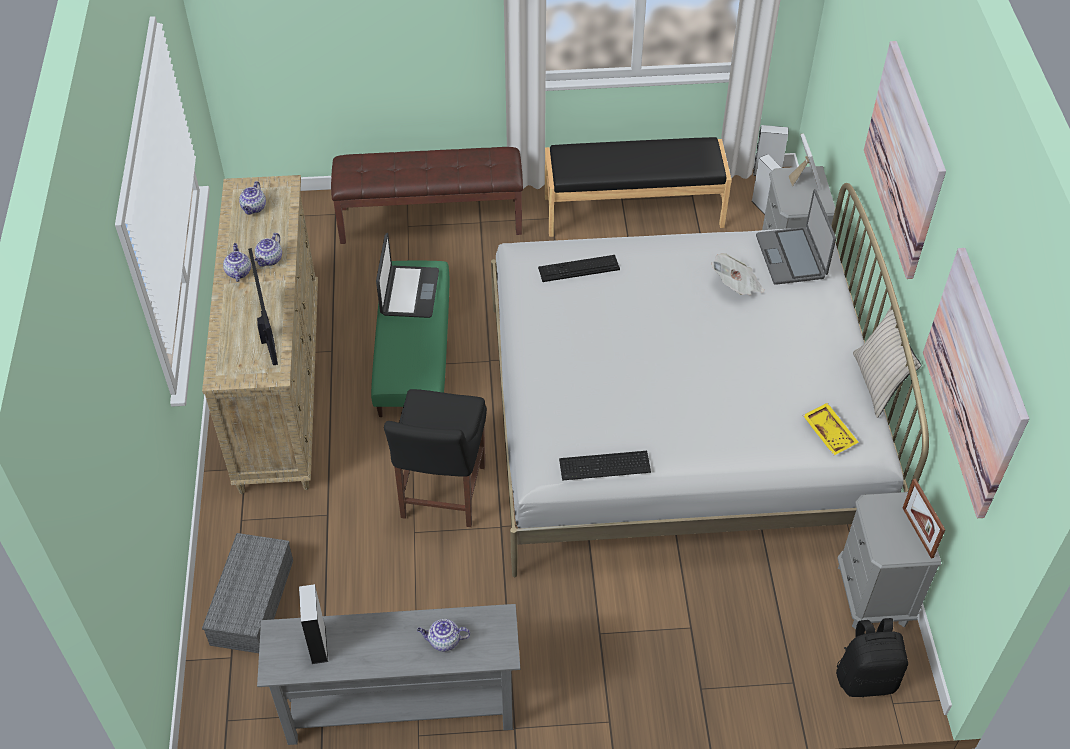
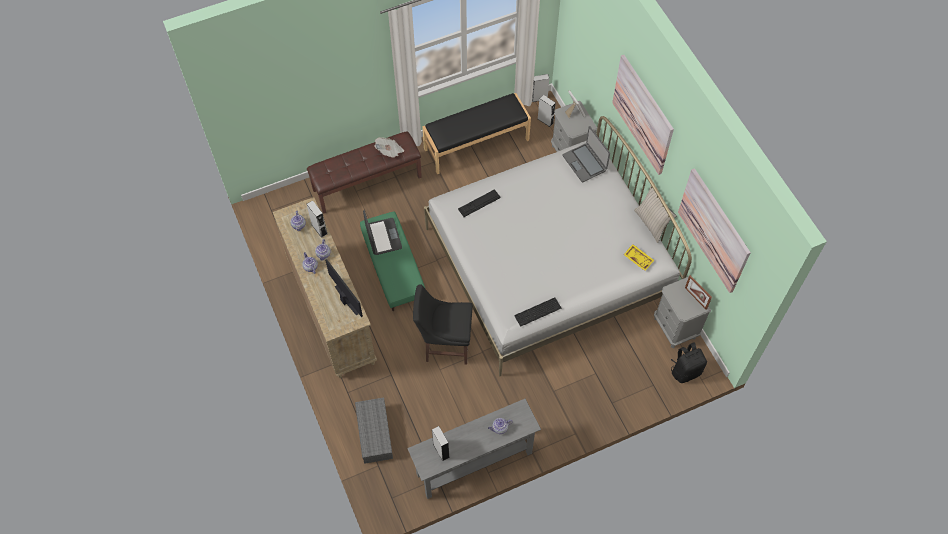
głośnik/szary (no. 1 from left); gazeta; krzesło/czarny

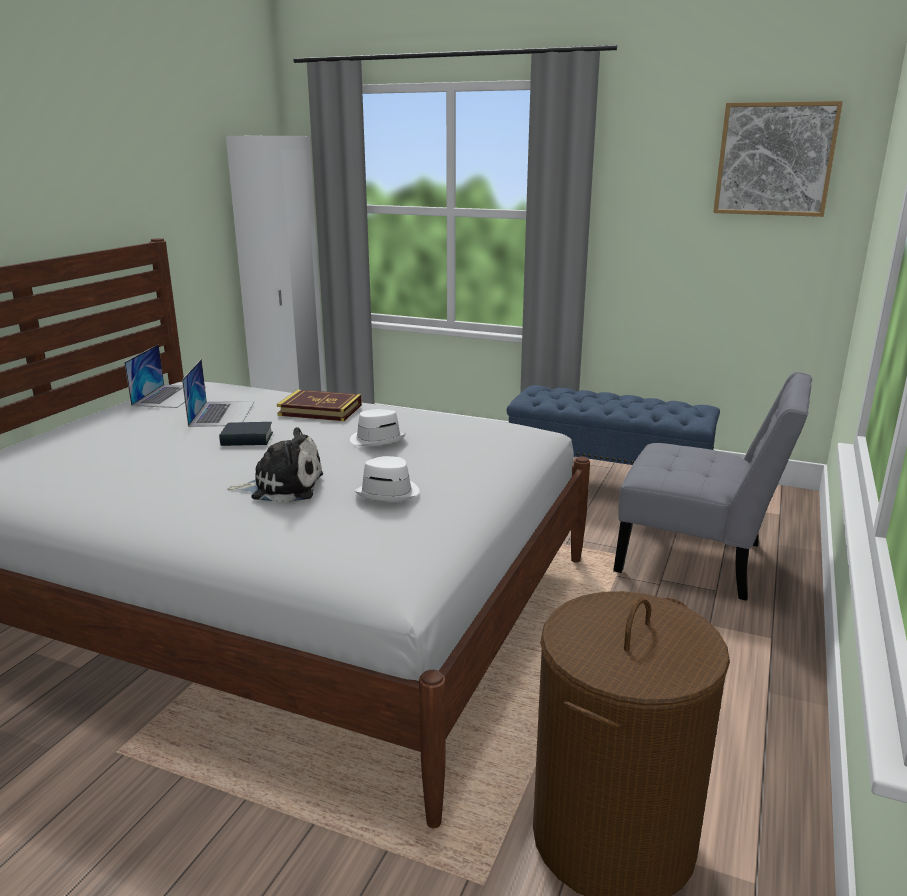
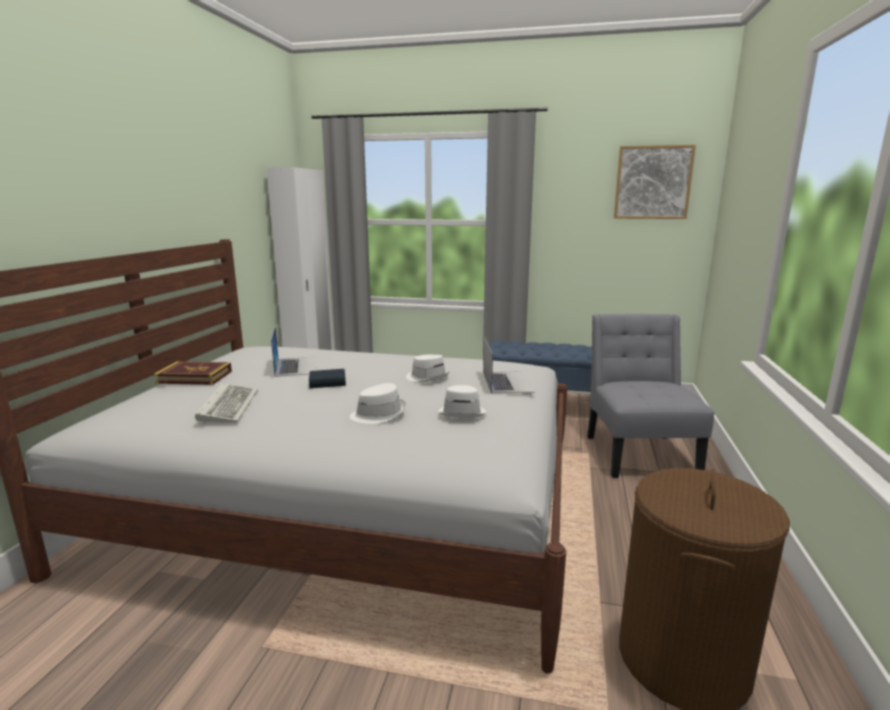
klawiatura; laptop (no. 2 from left); książka (no. 1 from left); kapelusz/biały (no. 1 from left); krzesło/szary

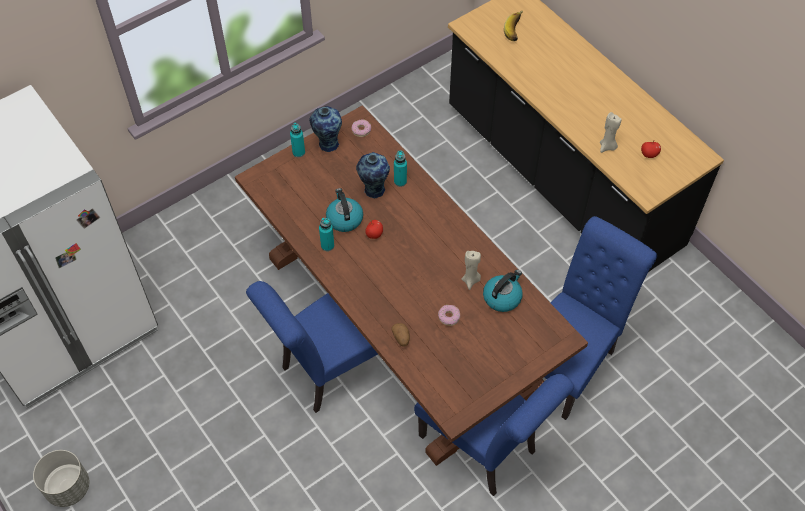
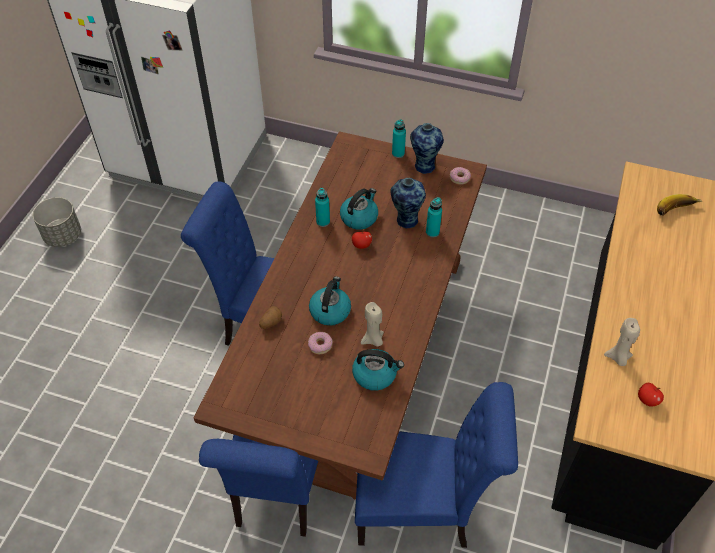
czajnik (no. 1 from left)

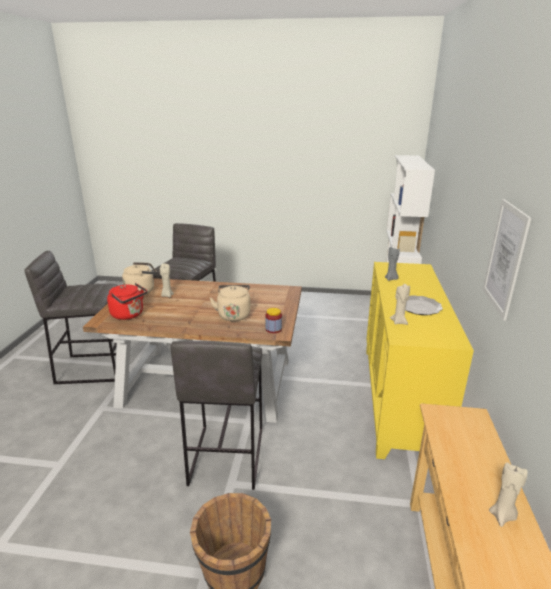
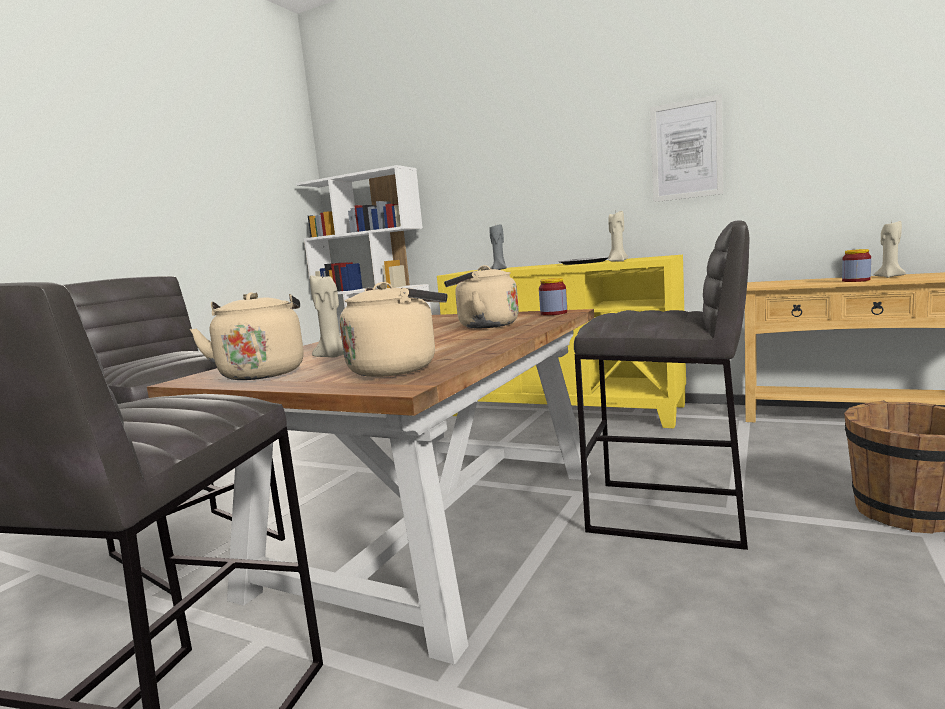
słoik (no. 2 from left); czajnik/beżowy (no. 2 from left)

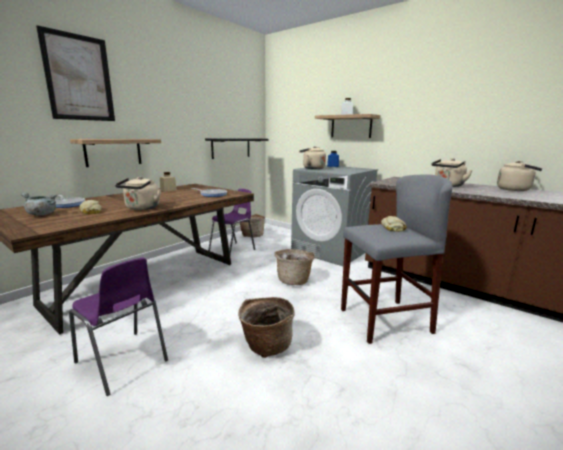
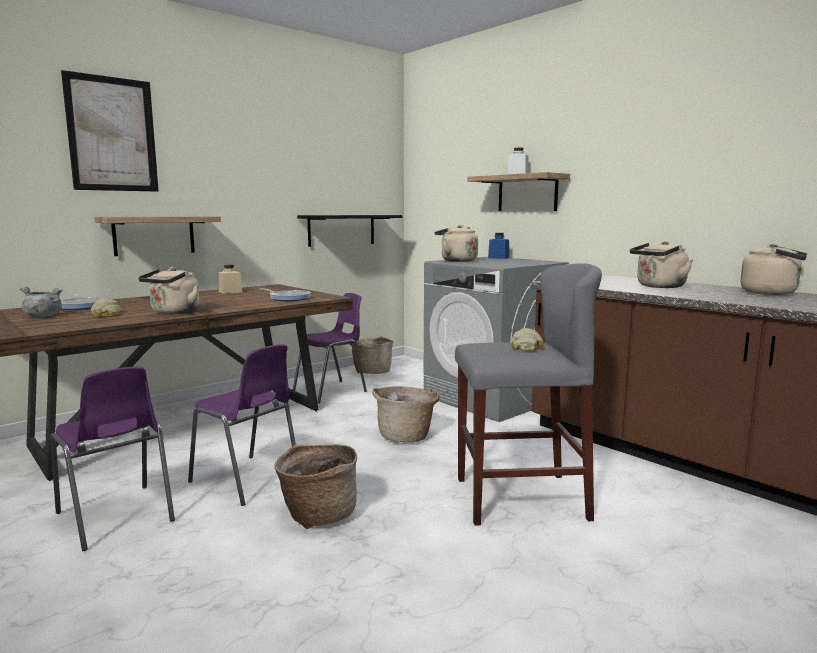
krzesło/fioletowy (no. 2 from left)

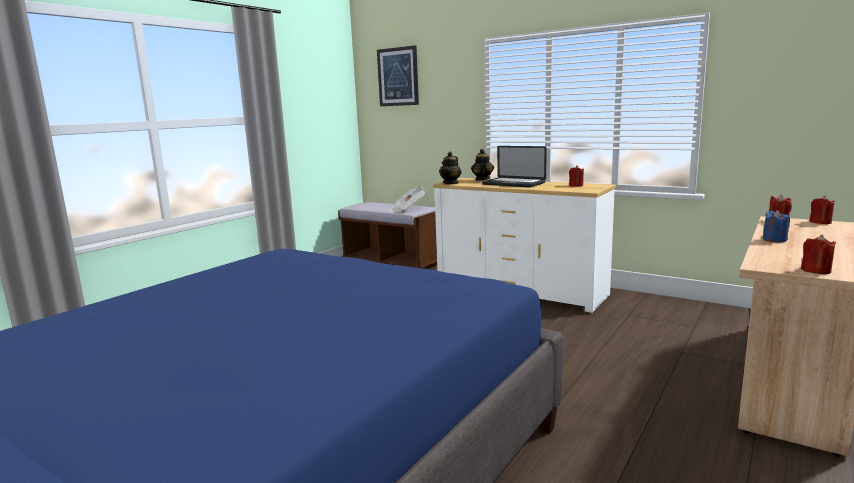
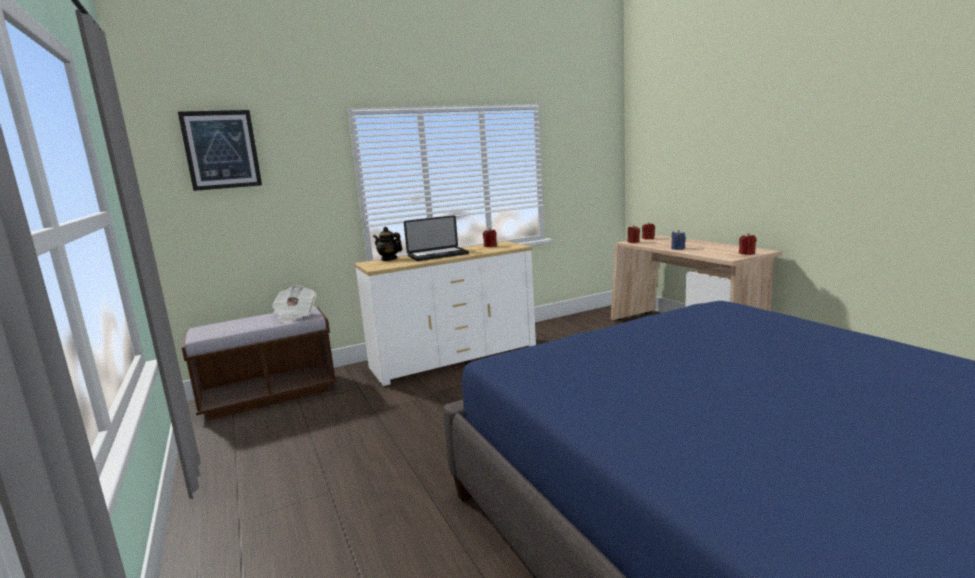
imbryk (no. 1 from left in the first image)

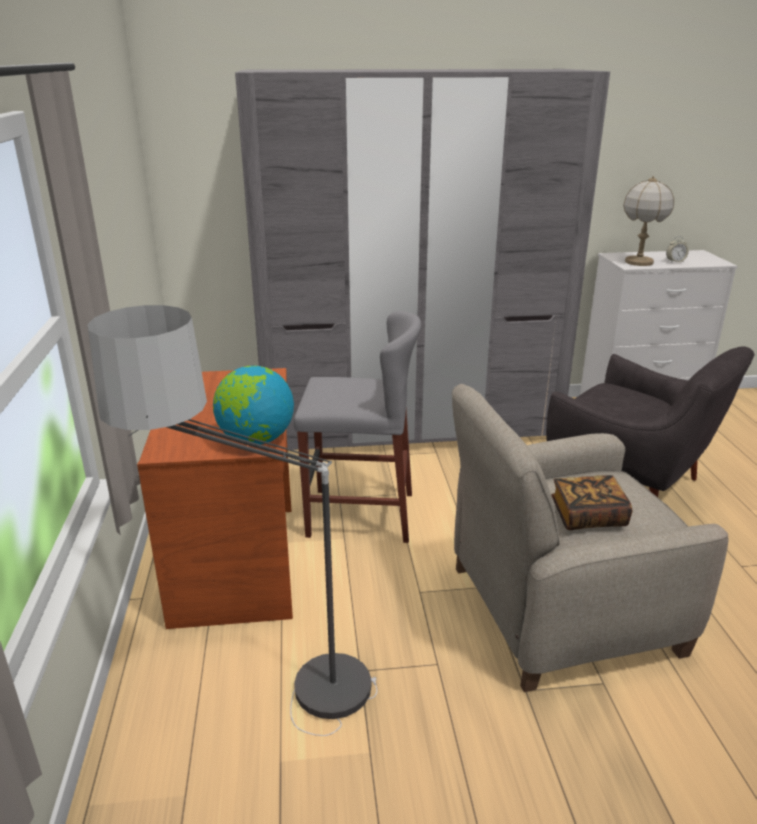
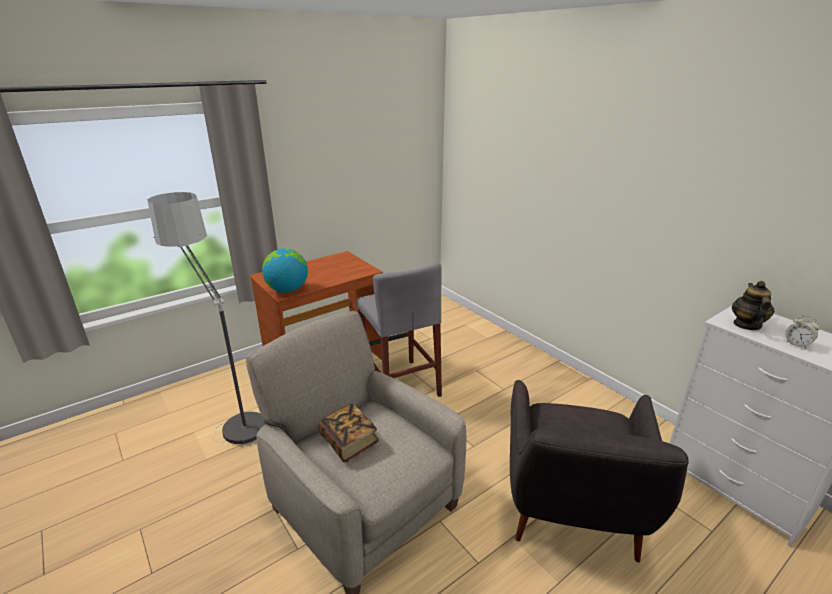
szafa/szary; imbryk

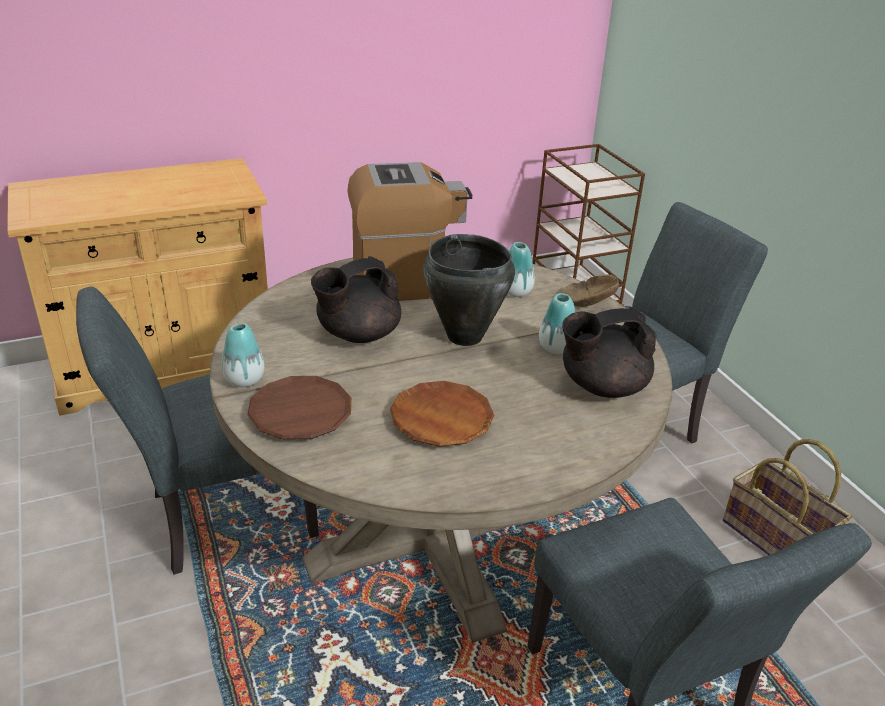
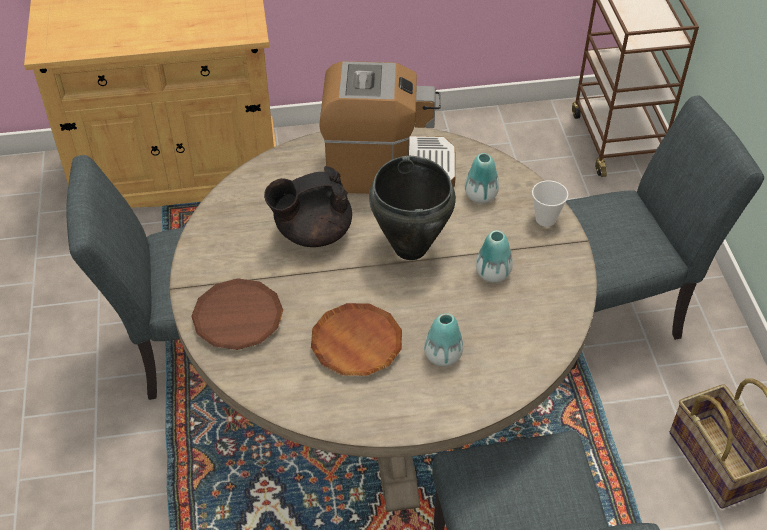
imbryk/czarny (no. 2 from left in the first image); wazon (no. 1 from left); filiżanka

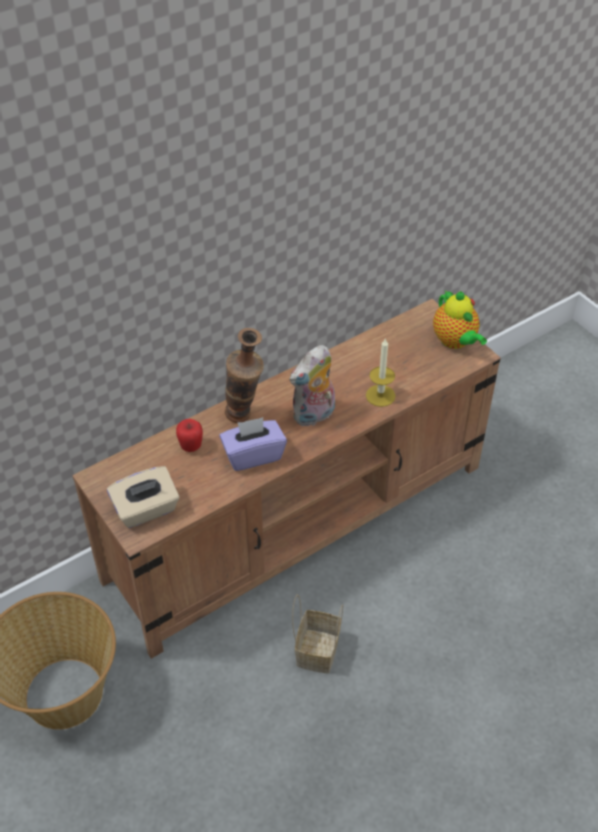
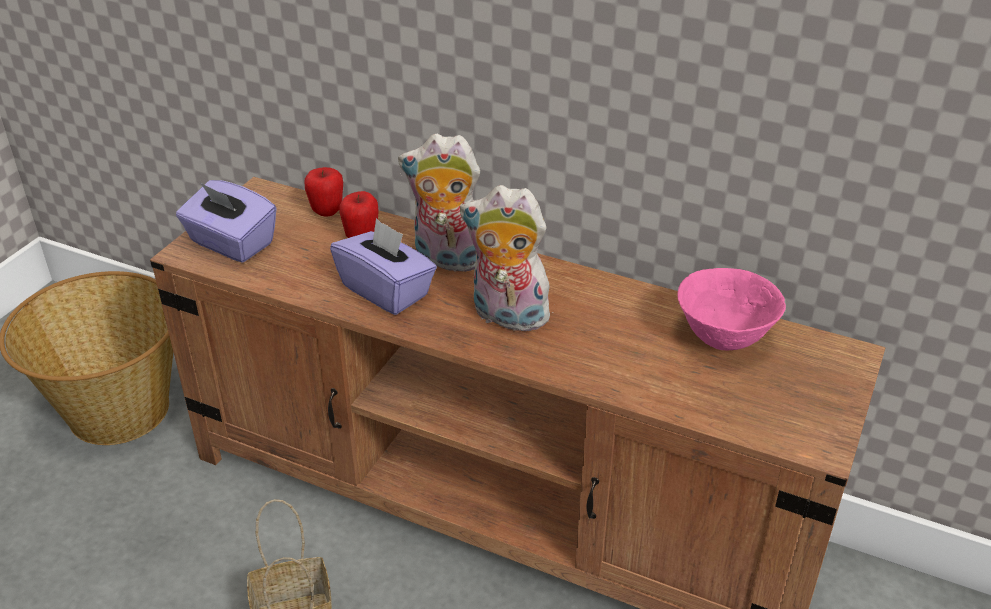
świeca; imbryk; jabłko (no. 1 from left); miska/różowy; pluszak (no. 1 from left); pudełko chusteczek/fioletowy (no. 1 from left)

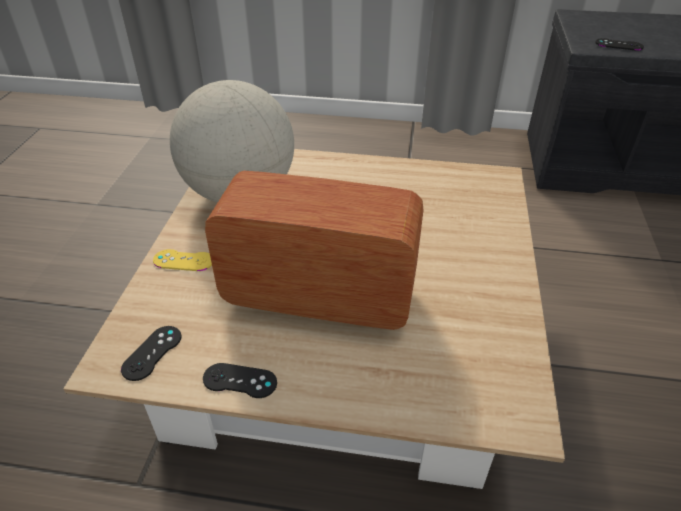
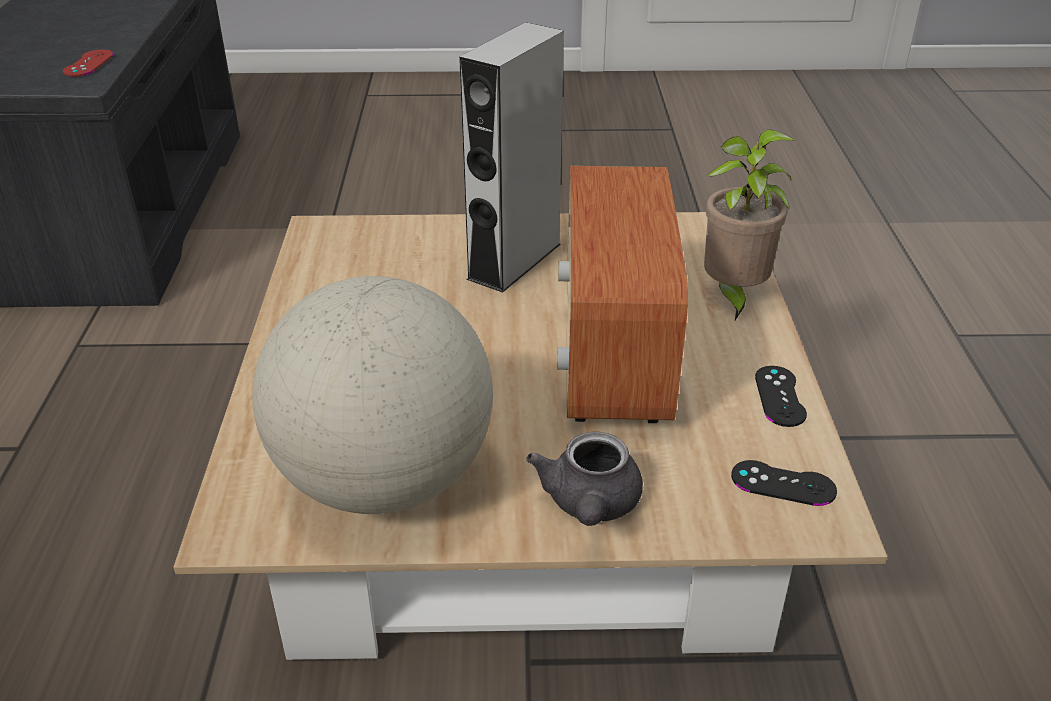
głośnik/szary; roślina doniczkowa; imbryk/szary; pad do gier/czerwony

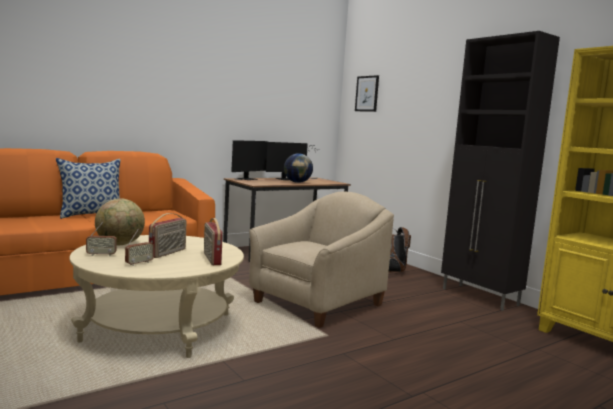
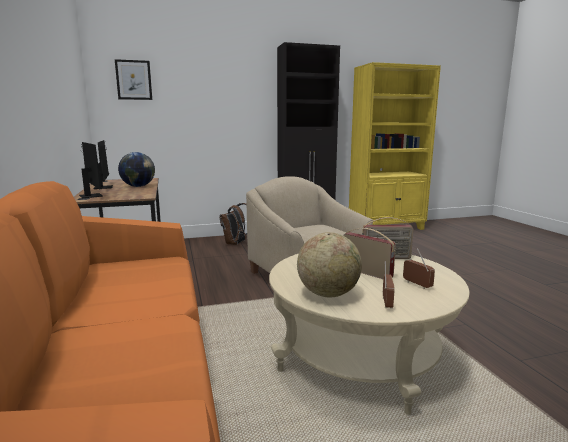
poduszka

